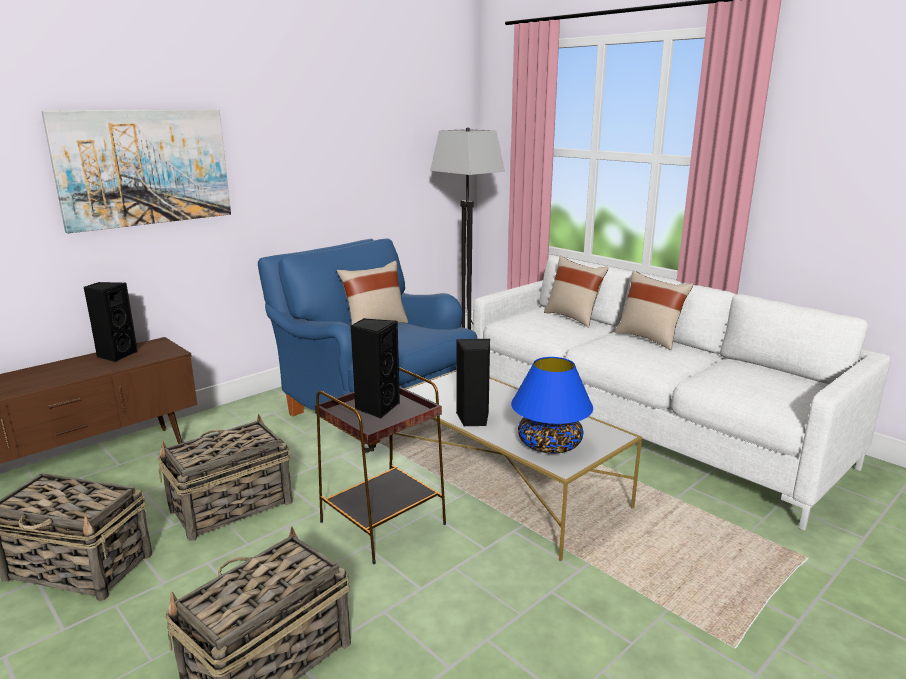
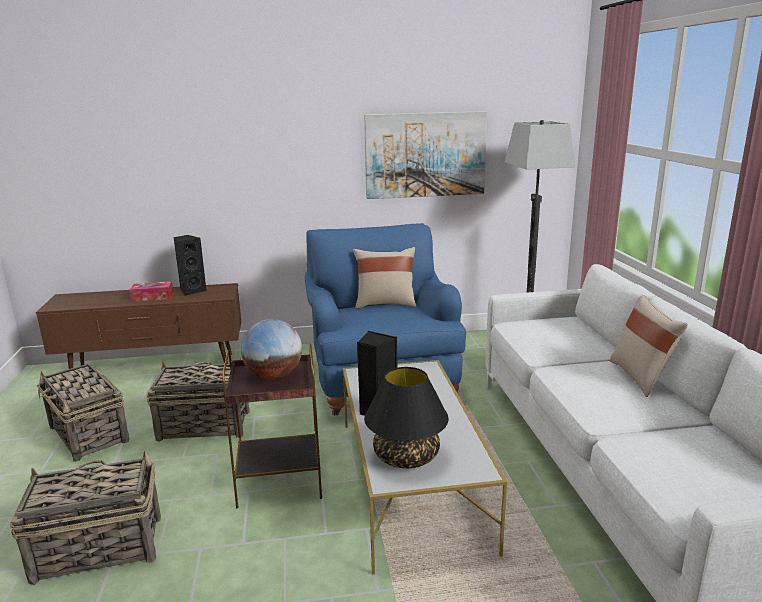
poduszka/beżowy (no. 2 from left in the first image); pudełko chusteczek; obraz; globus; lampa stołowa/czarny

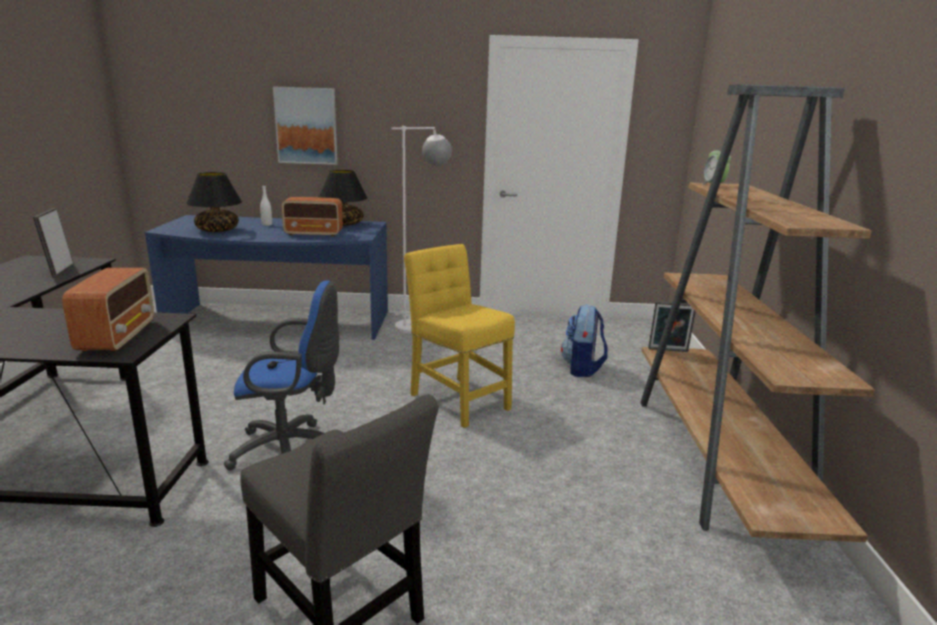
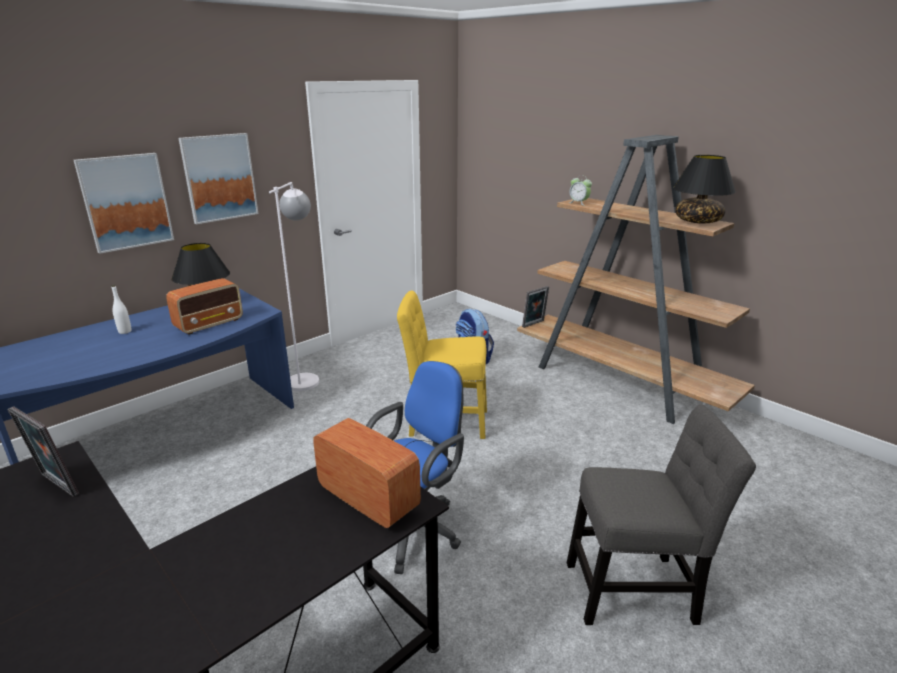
obraz (no. 2 from left); lampa stołowa/czarny (no. 2 from left)

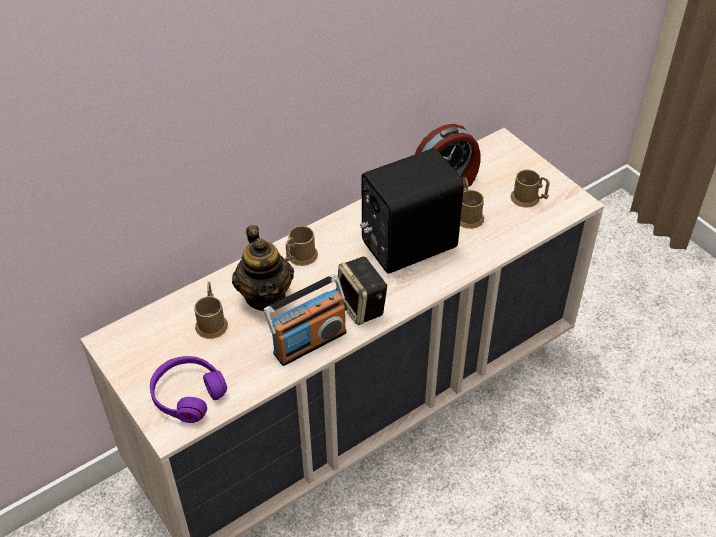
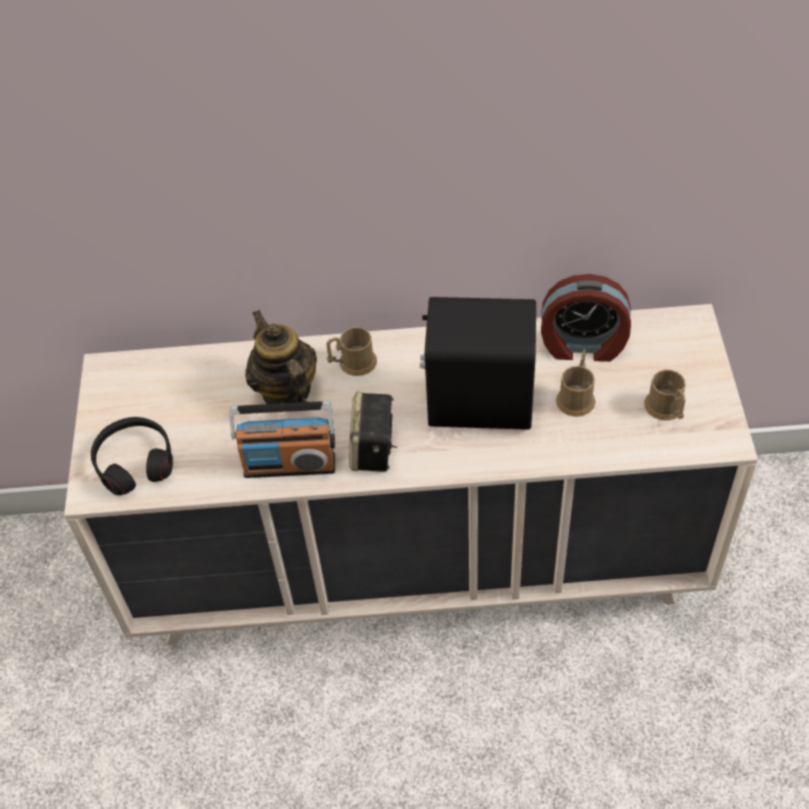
kubek/brązowy (no. 1 from left in the first image); słuchawki/czarny; imbryk

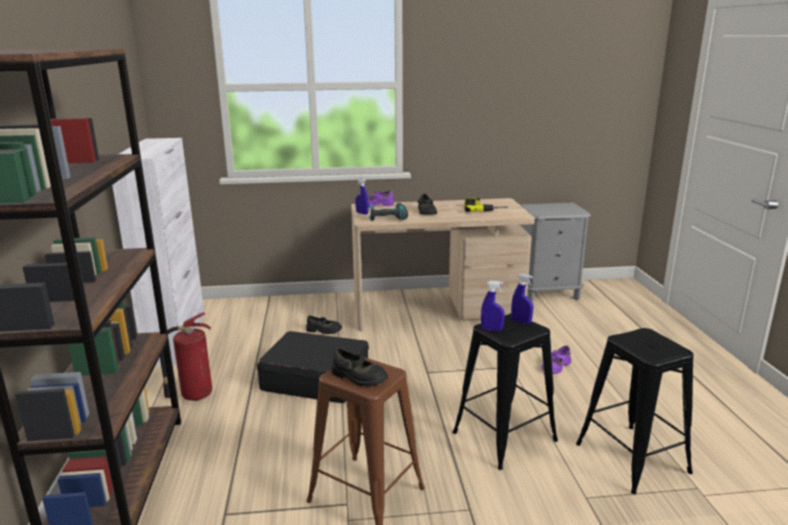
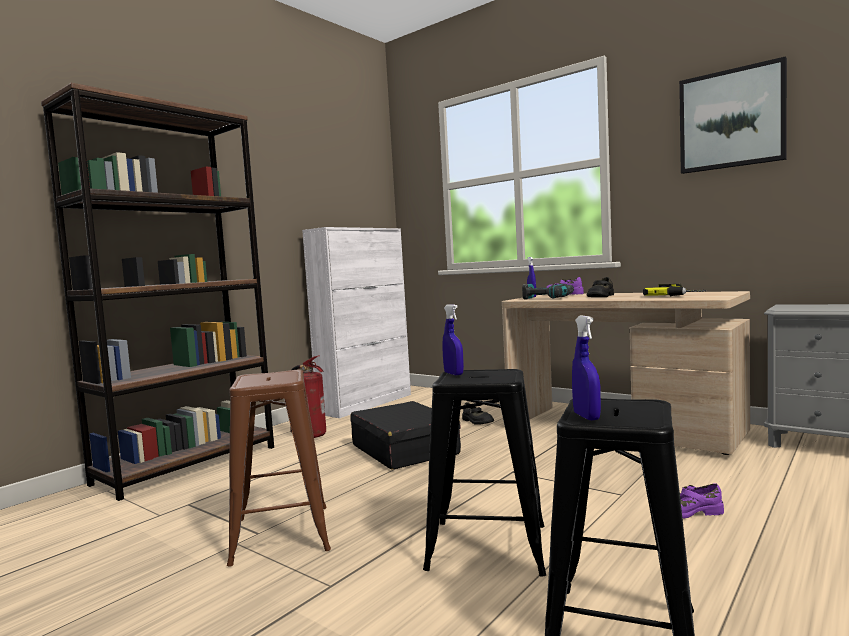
but/czarny (no. 2 from left in the first image); obraz; spryskiwacz/niebieski (no. 3 from left)

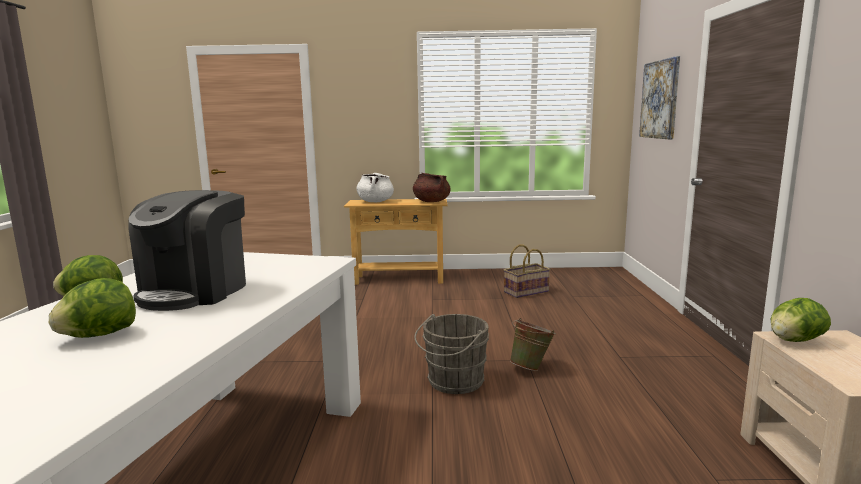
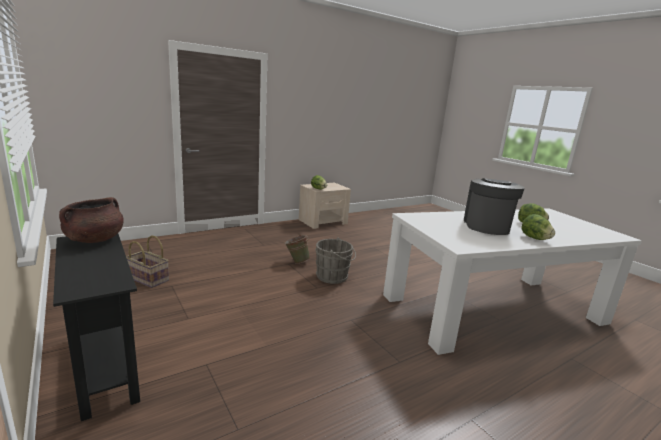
garnek/biały; obraz; stolik konsolowy/czarny; ekspres do kawy

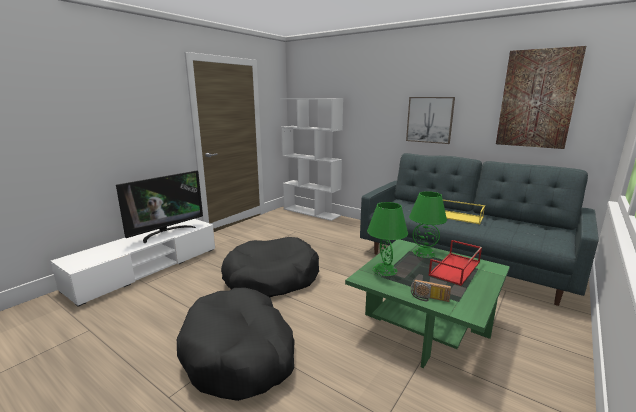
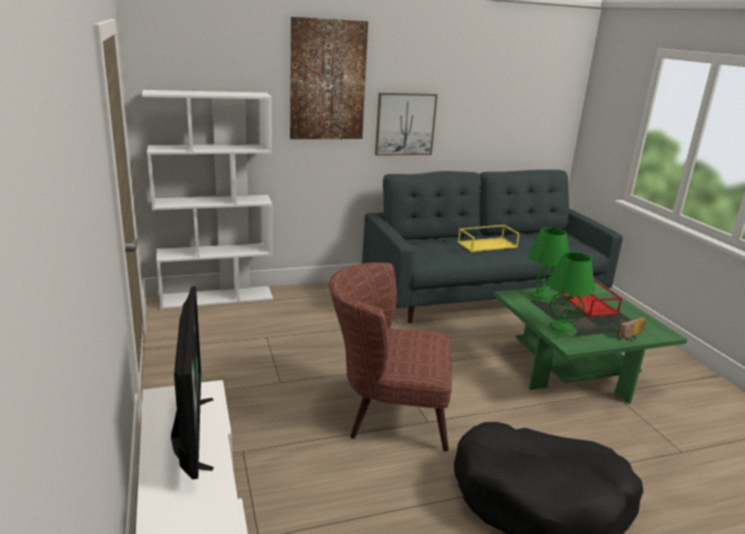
obraz (no. 1 from left); fotel/brązowy

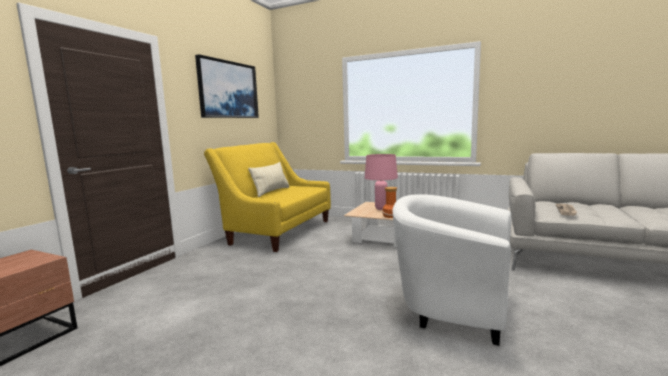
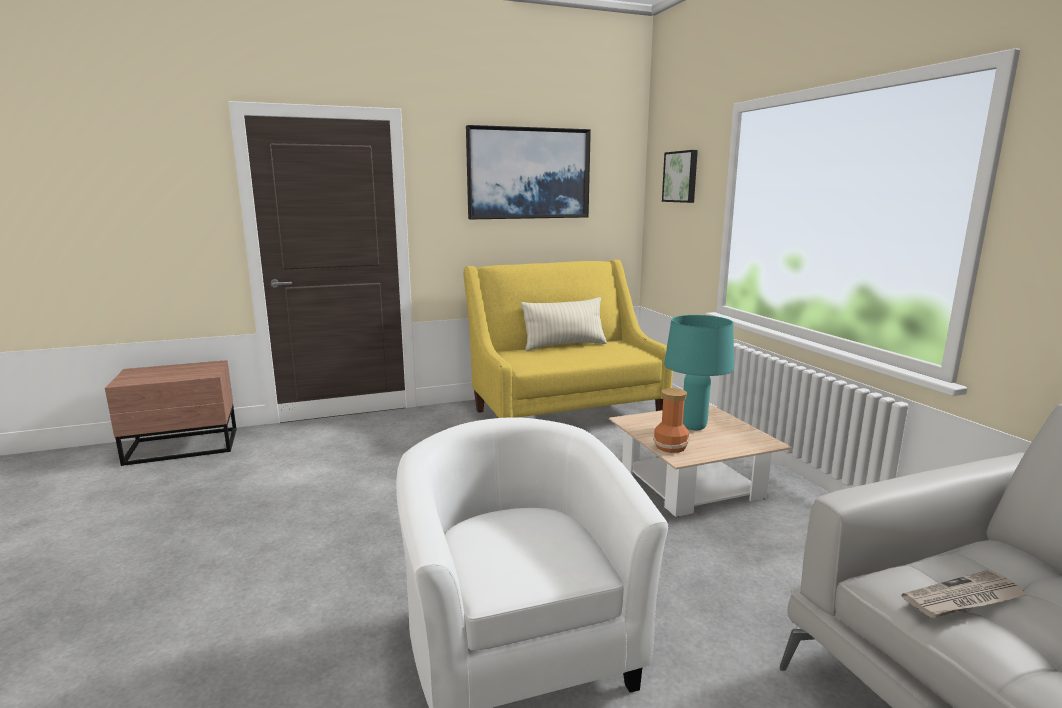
obraz (no. 2 from left); lampa stołowa/turkusowy

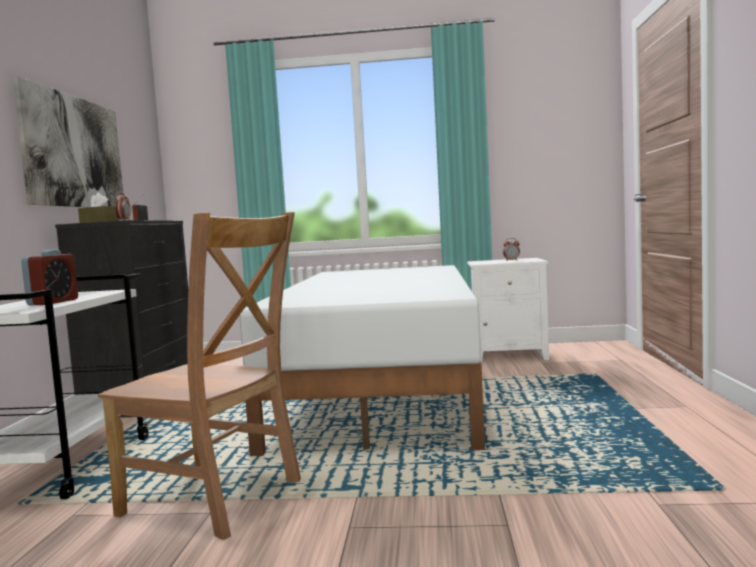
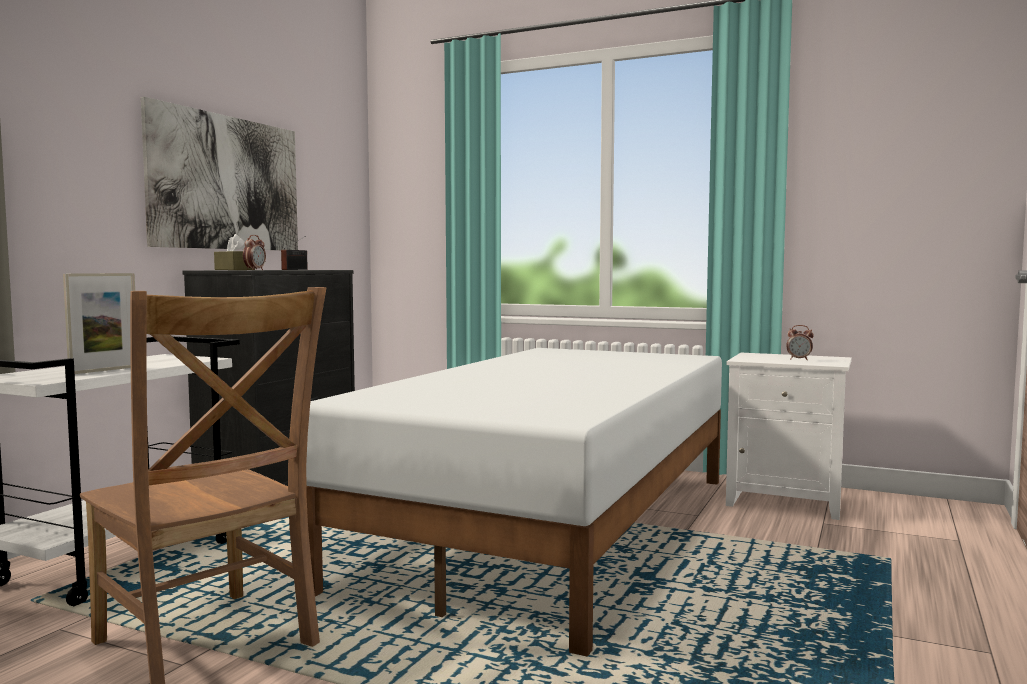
ramka na zdjęcie

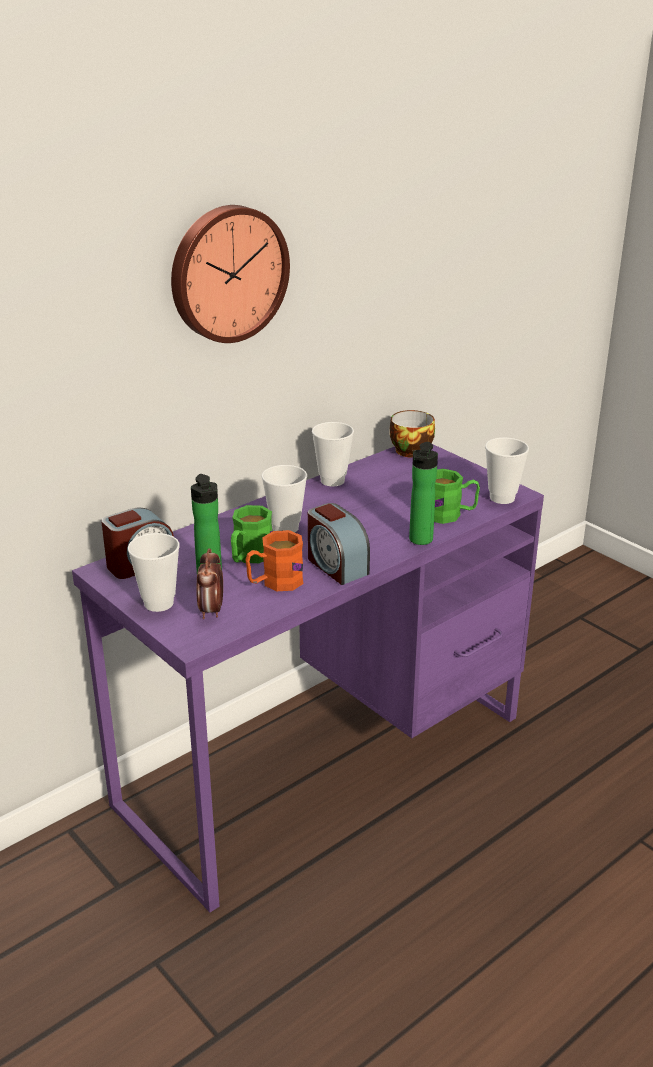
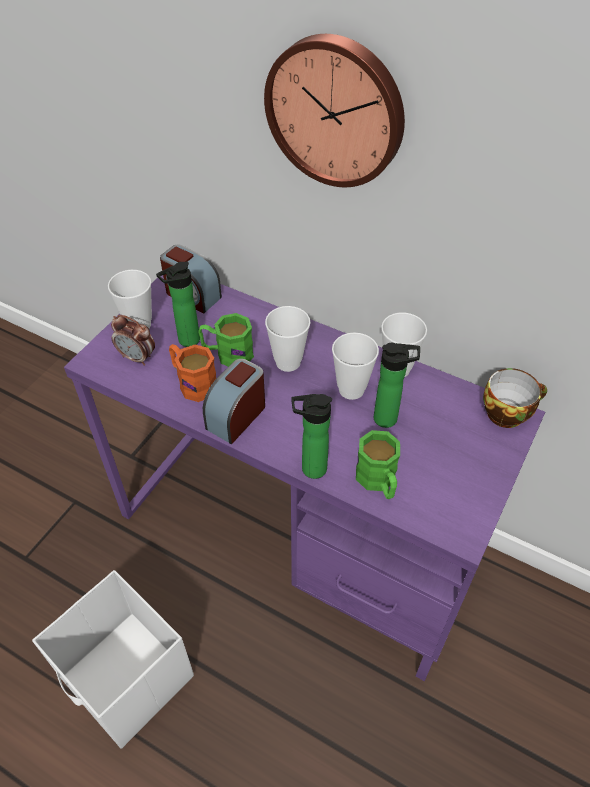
pojemnik do przechowywania/biały; butelka (no. 3 from left); filiżanka (no. 3 from left); budzik (no. 1 from left)

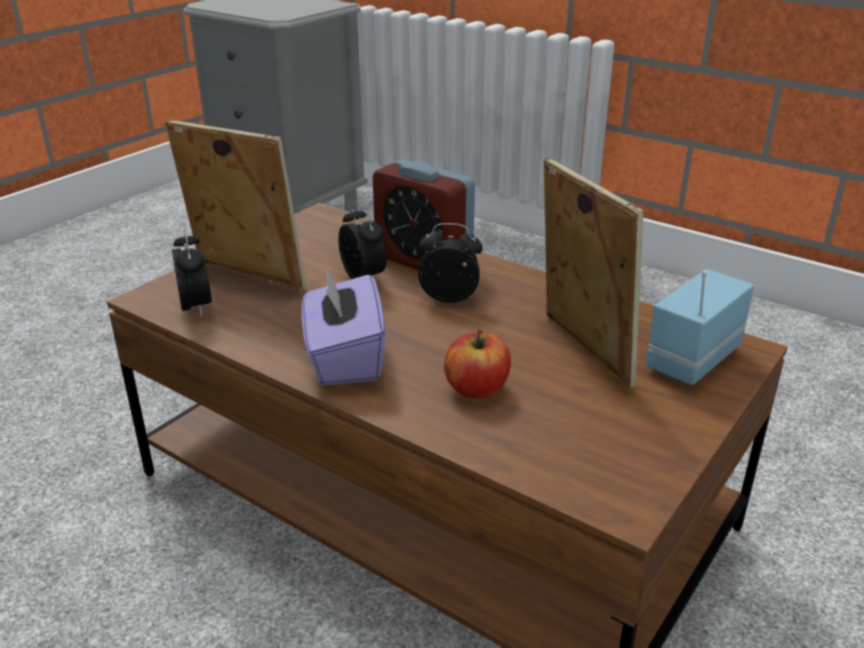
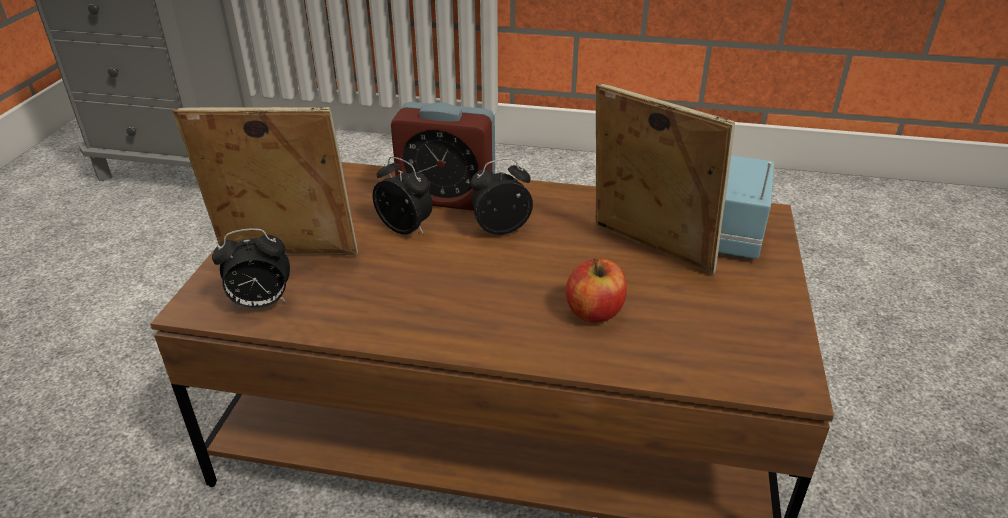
pudełko chusteczek/fioletowy; budzik (no. 1 from left)

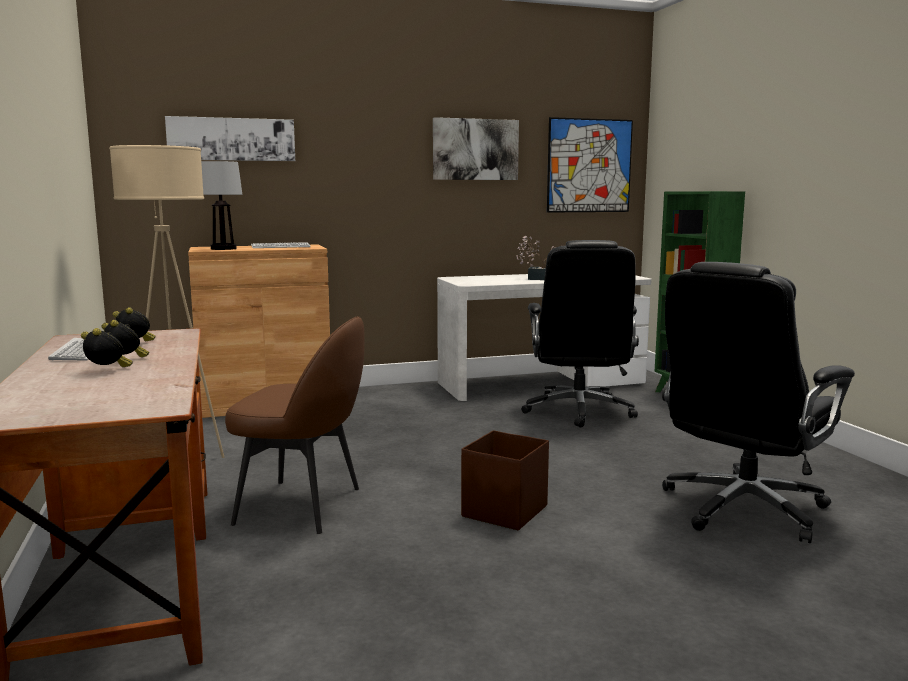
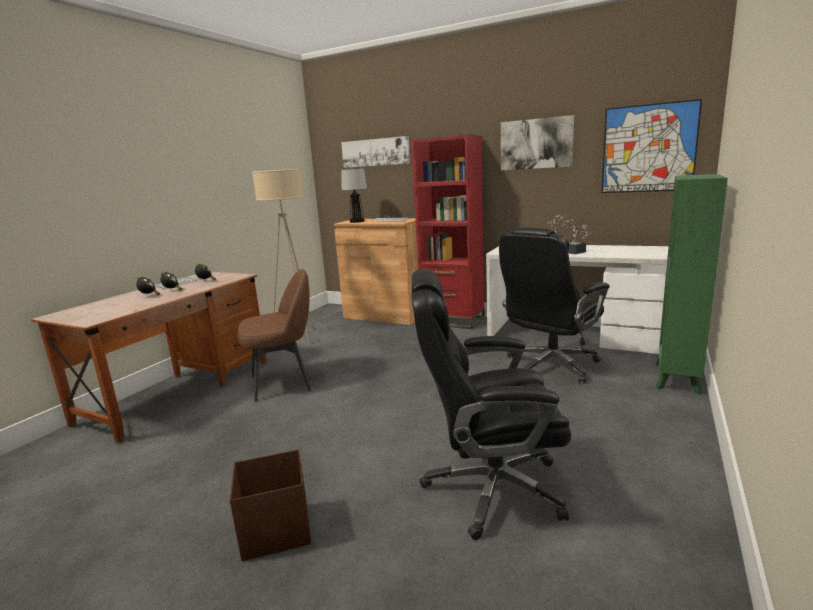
regał/czerwony; pojemnik do przechowywania/brązowy; krzesło/brązowy

